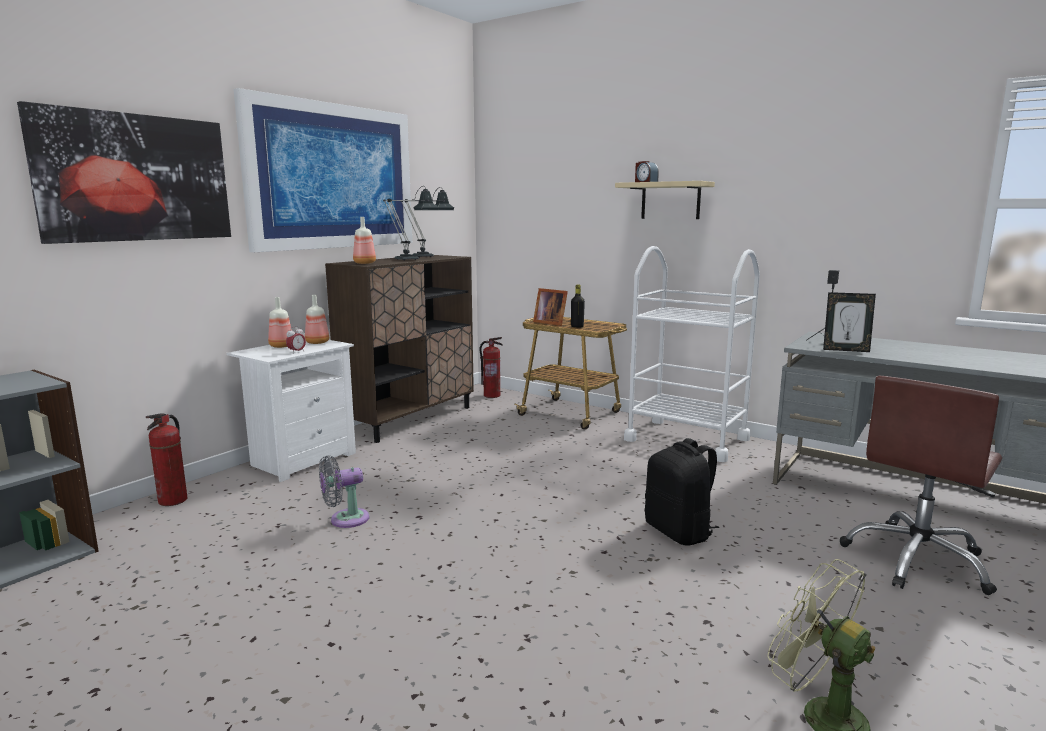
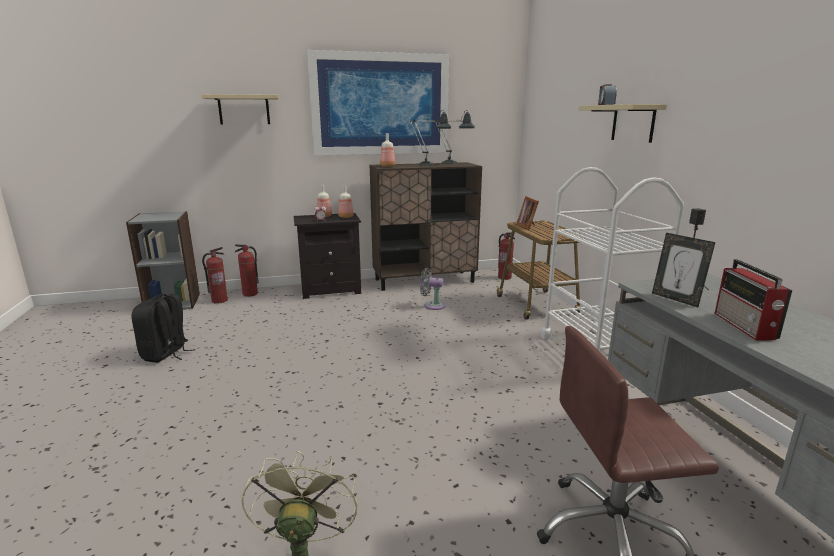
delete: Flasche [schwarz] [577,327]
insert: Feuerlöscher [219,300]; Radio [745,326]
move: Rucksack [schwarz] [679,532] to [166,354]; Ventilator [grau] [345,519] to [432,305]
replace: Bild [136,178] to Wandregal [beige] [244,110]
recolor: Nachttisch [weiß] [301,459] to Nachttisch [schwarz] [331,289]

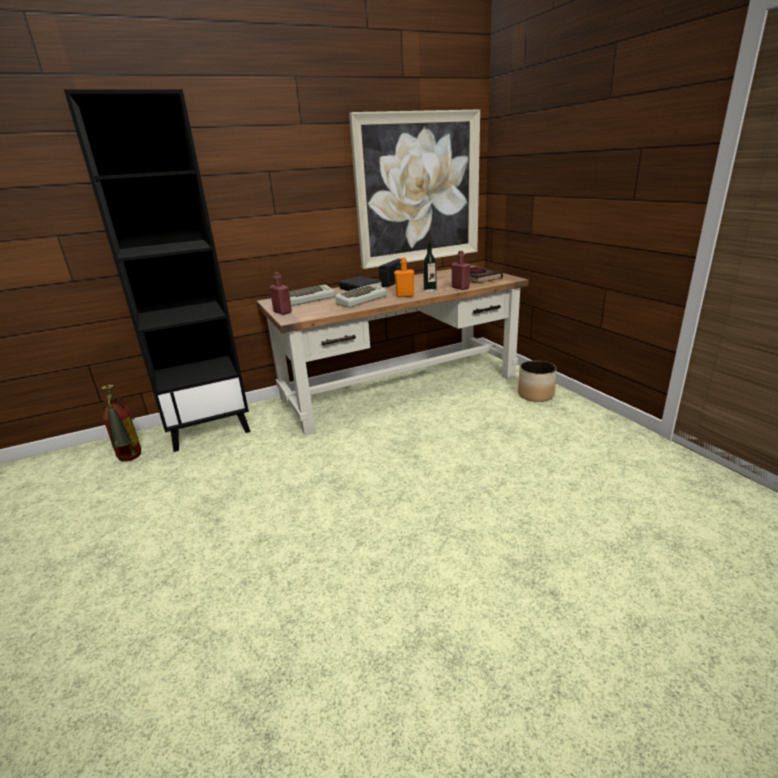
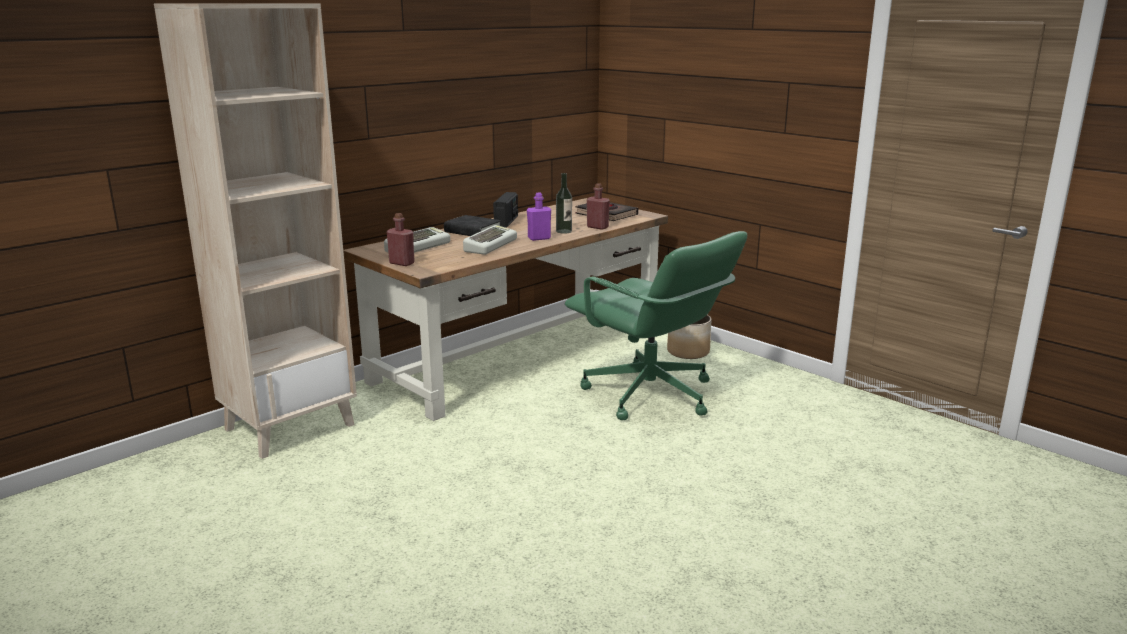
delete: Bild [418,189]; Feuerlöscher [130,461]
insert: Bürostuhl [grün] [650,395]
recolor: Bücherregal [schwarz] [210,428] to Bücherregal [beige] [290,426]; Flasche [orange] [405,296] to Flasche [lila] [539,238]

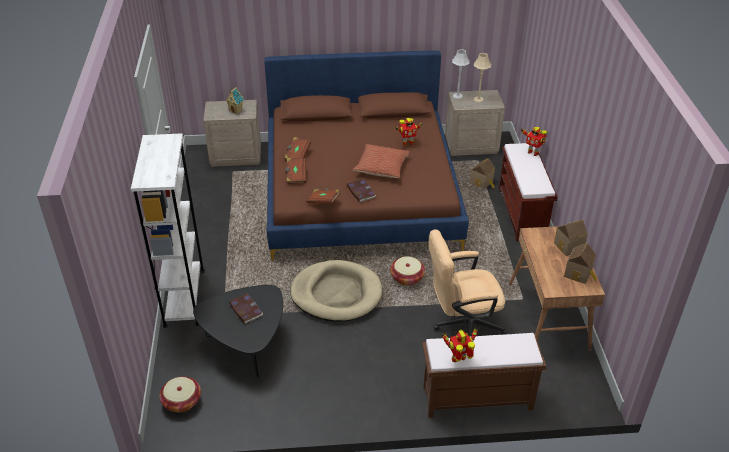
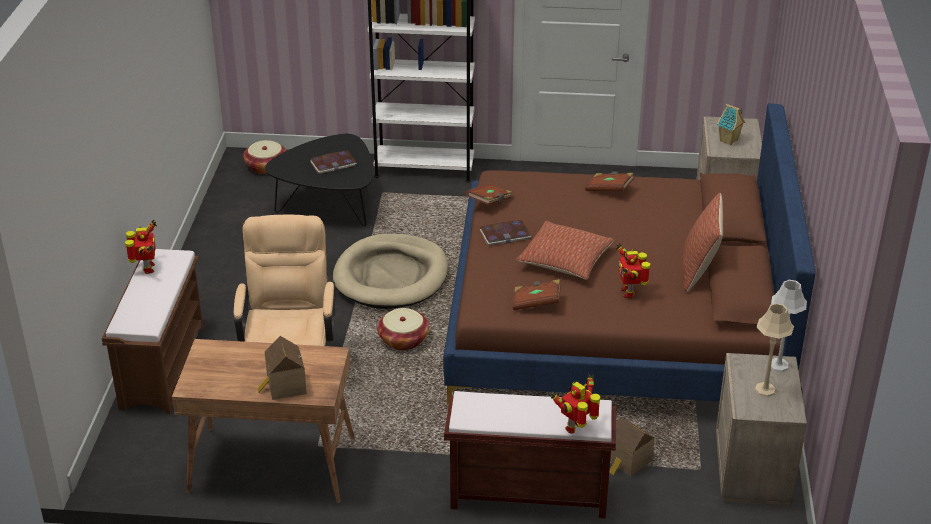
delete: Spielzeughaus [579,274]
insert: Kissen [699,271]
move: Buch [braun] [296,175] to [536,303]

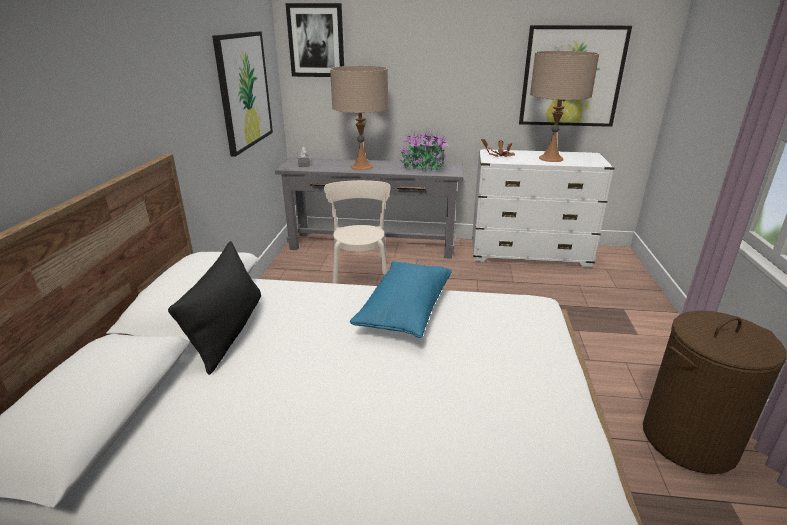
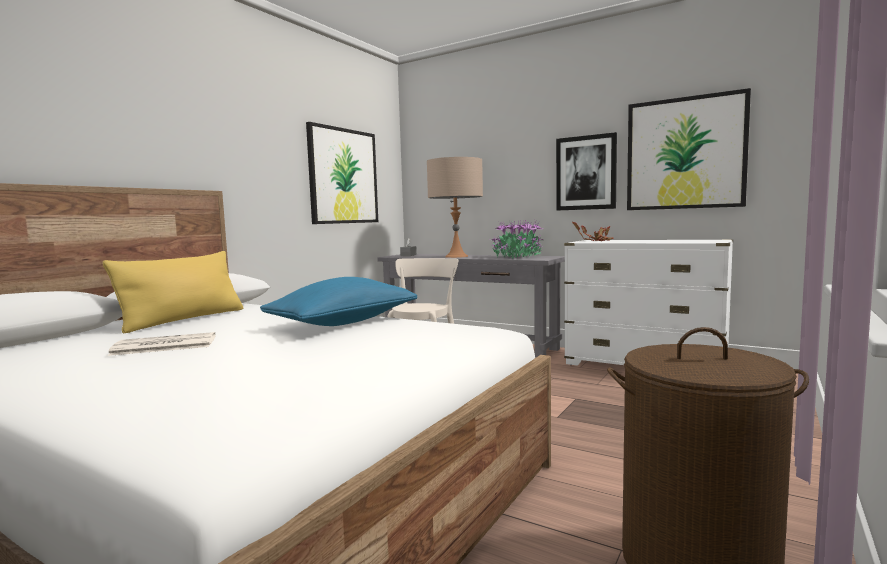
delete: Tischlampe [beige] [551,158]
insert: Zeitung [163,346]
move: Bild [316,41] to [586,173]
recolor: Kissen [schwarz] [228,330] to Kissen [gelb] [184,320]

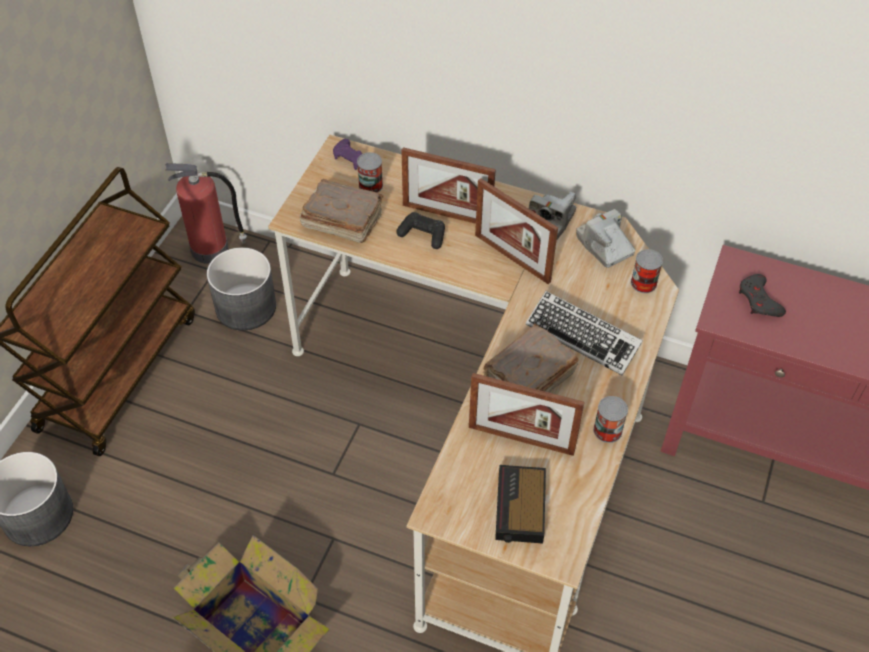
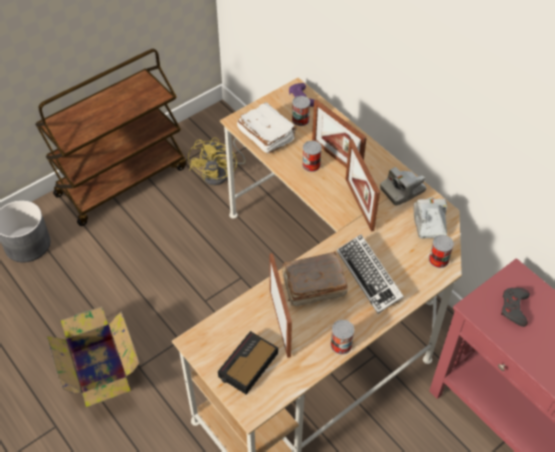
delete: Feuerlöscher [212,249]
replace: Gamepad [schwarz] [423,235] to Dose [311,165]; Pflanzkübel [grau] [246,306] to Ventilator [gelb] [220,173]
recolor: Buch [braun] [341,221] to Buch [weiß] [266,135]
rotate: Bilderrahmen [521,439] = [280,323] 150 degrees counterclockwise

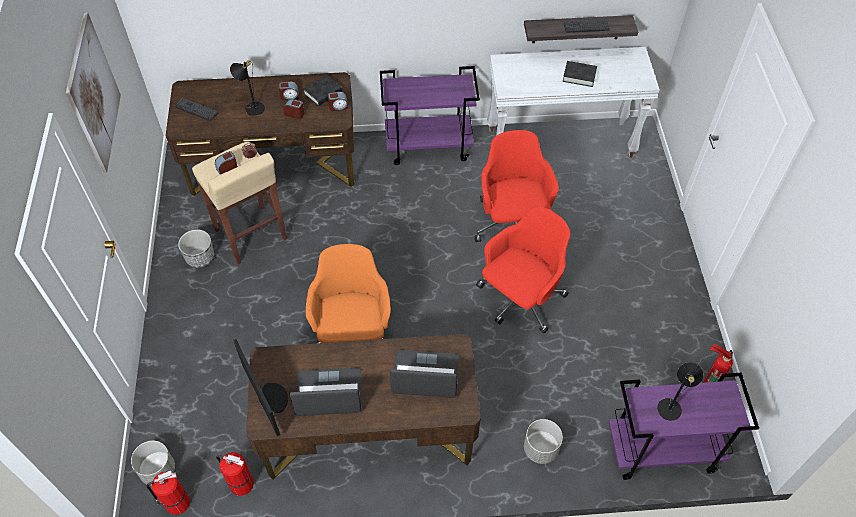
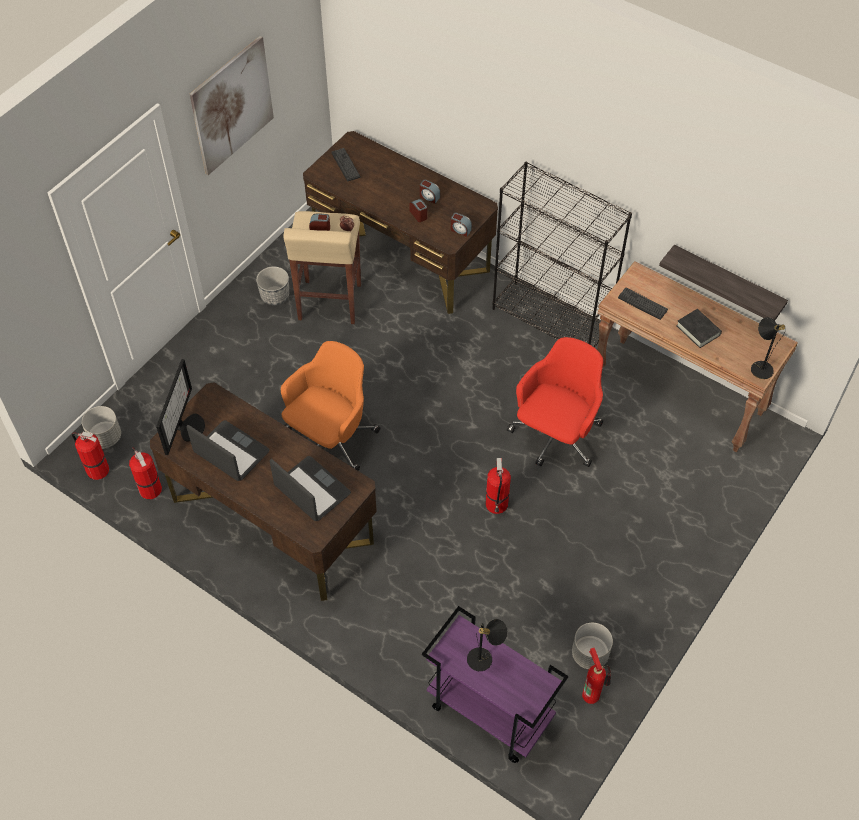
delete: Buch [schwarz] [323,93]
move: Tastatur [586,27] to [642,304]; Tischlampe [schwarz] [252,107] to [760,366]; Pflanzkübel [grau] [540,449] to [589,654]
replace: Rollwagen [lila] [429,146] to Bücherregal [schwarz] [551,320]; Bürostuhl [rot] [520,299] to Feuerlöscher [496,505]
recolor: Konsolentisch [weiß] [560,143] to Konsolentisch [braun] [678,393]

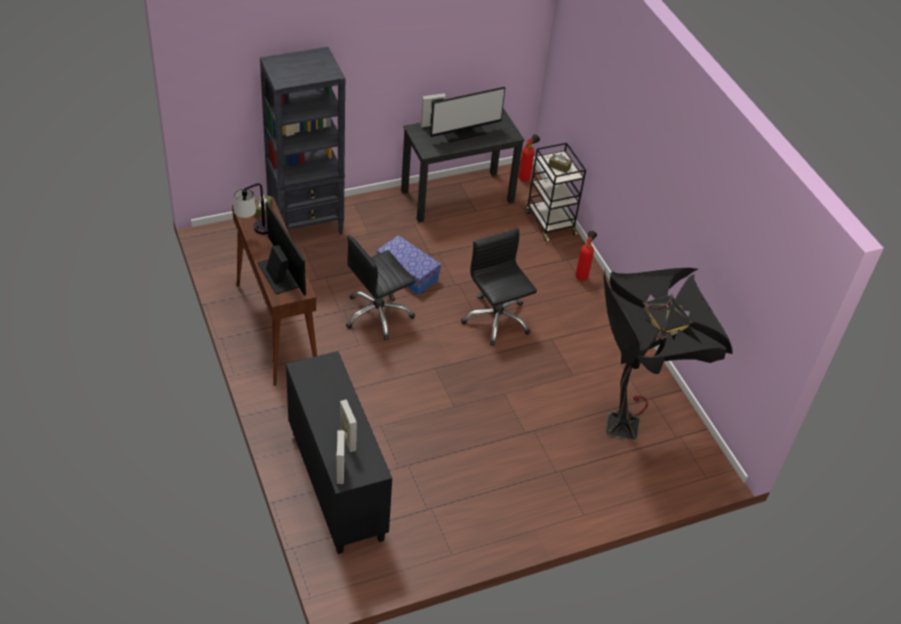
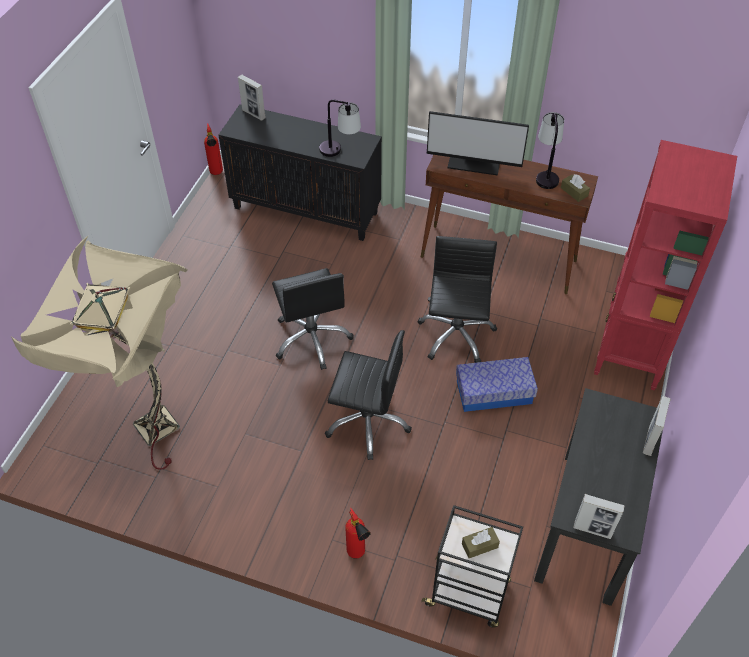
delete: Monitor [463,131]
insert: Tischlampe [340,152]; Bürostuhl [schwarz] [312,338]
move: Feuerlöscher [525,177] to [216,174]; Bilderrahmen [347,440] to [592,530]
recolor: Bücherregal [schwarz] [306,225] to Bücherregal [rot] [629,353]; Stehlampe [schwarz] [632,429] to Stehlampe [beige] [145,431]

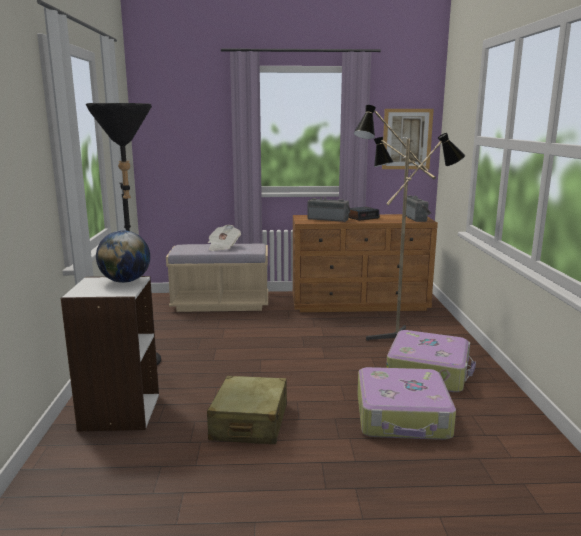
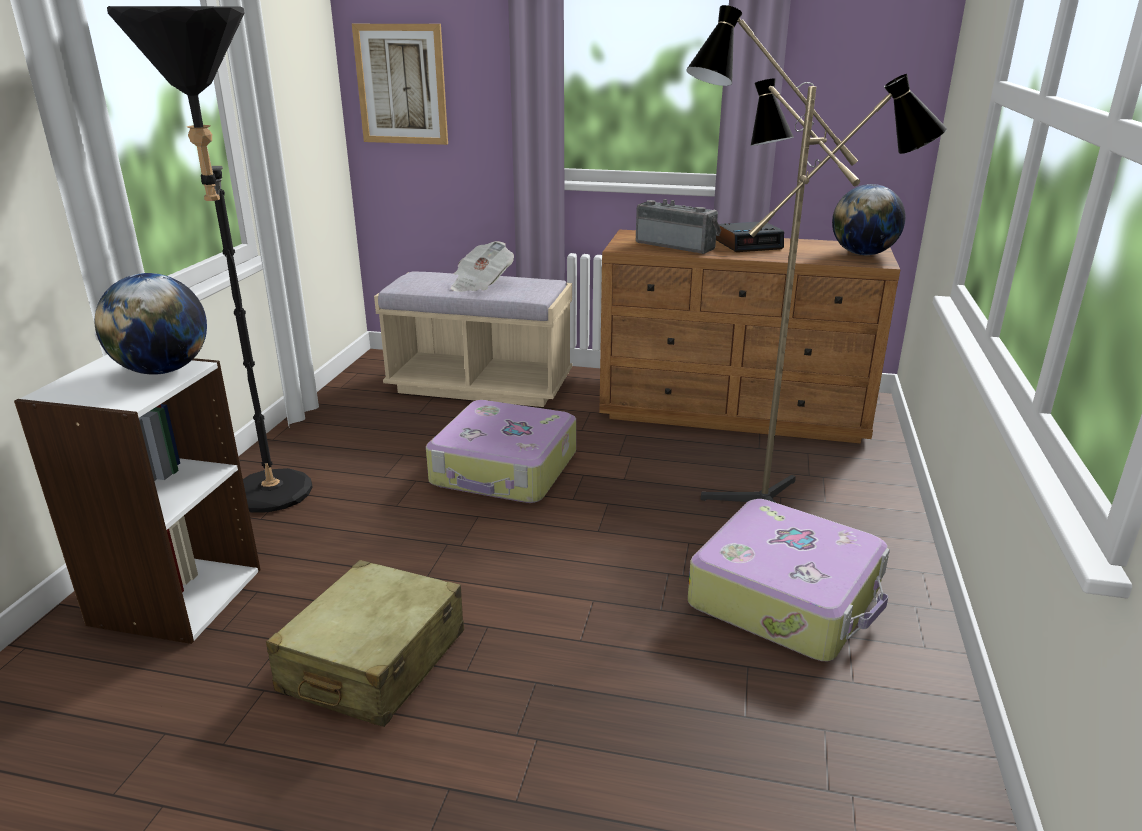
move: Bild [407,139] to [401,84]; Koffer [403,416] to [505,469]
replace: Radio [416,218] to Globus [863,254]

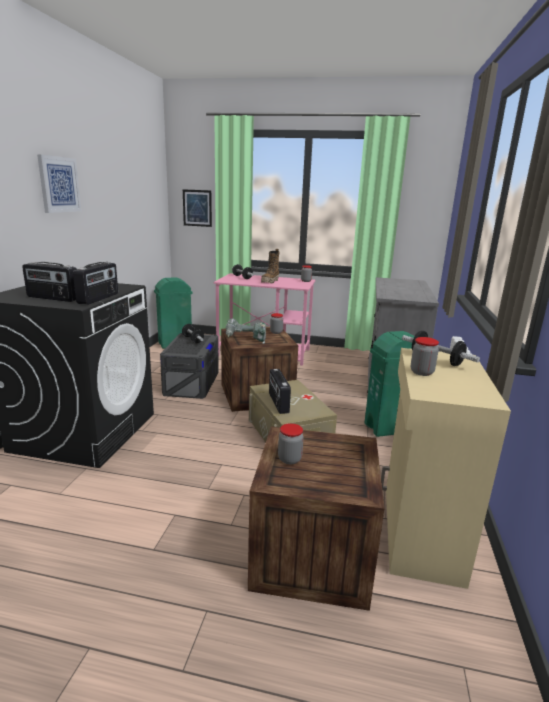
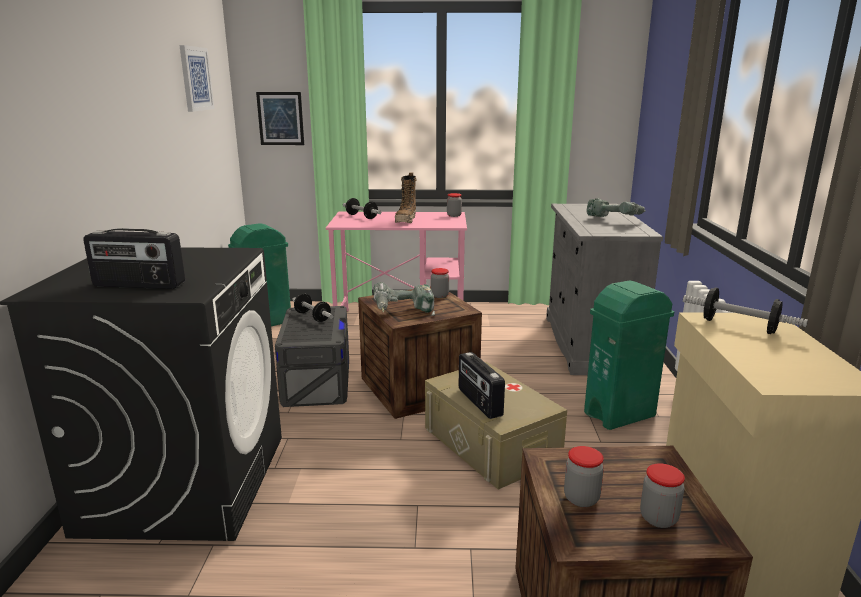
delete: Radio [99,298]
insert: Bohrmaschine [615,220]
move: Bild [59,184] to [195,79]; Vorratsglas [421,372] to [658,518]

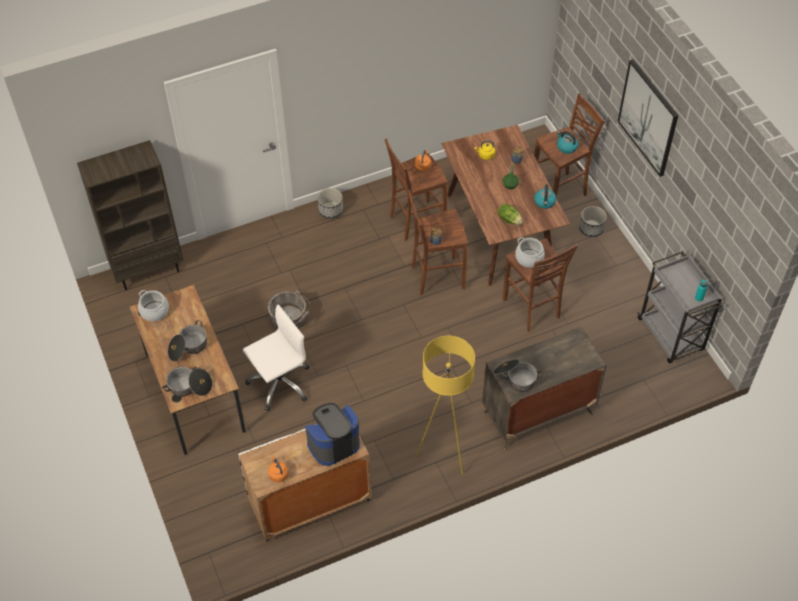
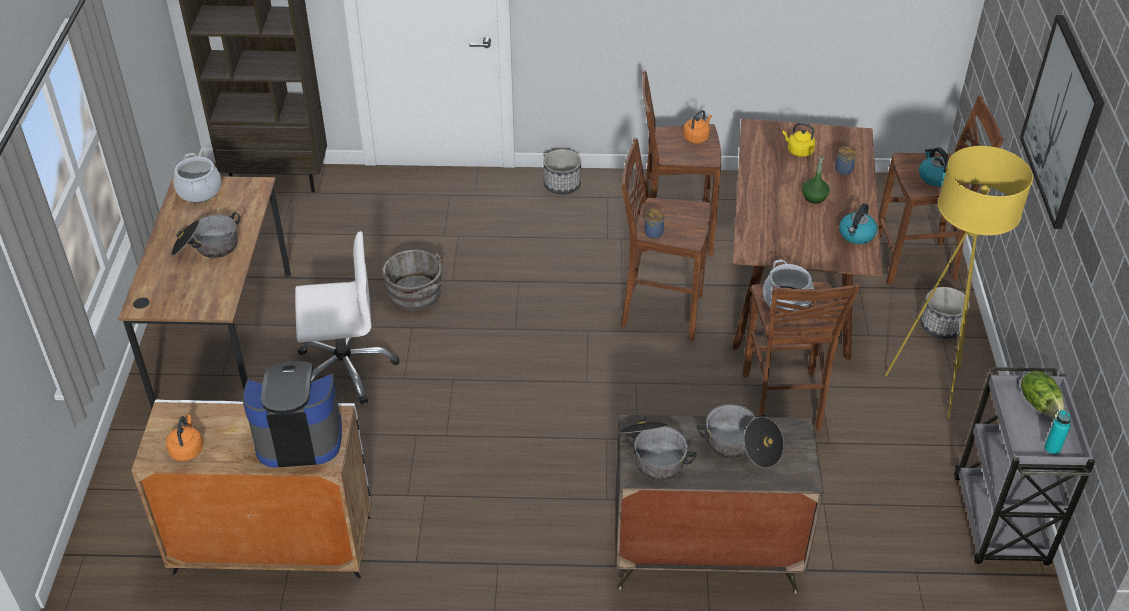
move: Salatkopf [509,219] to [1040,404]; Stehlampe [gelb] [444,454] to [929,385]; Kochtopf [189,387] to [741,446]

